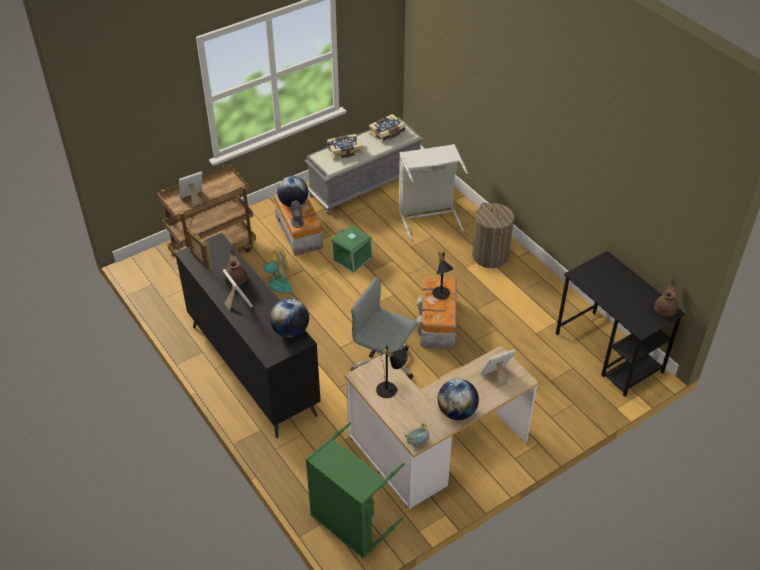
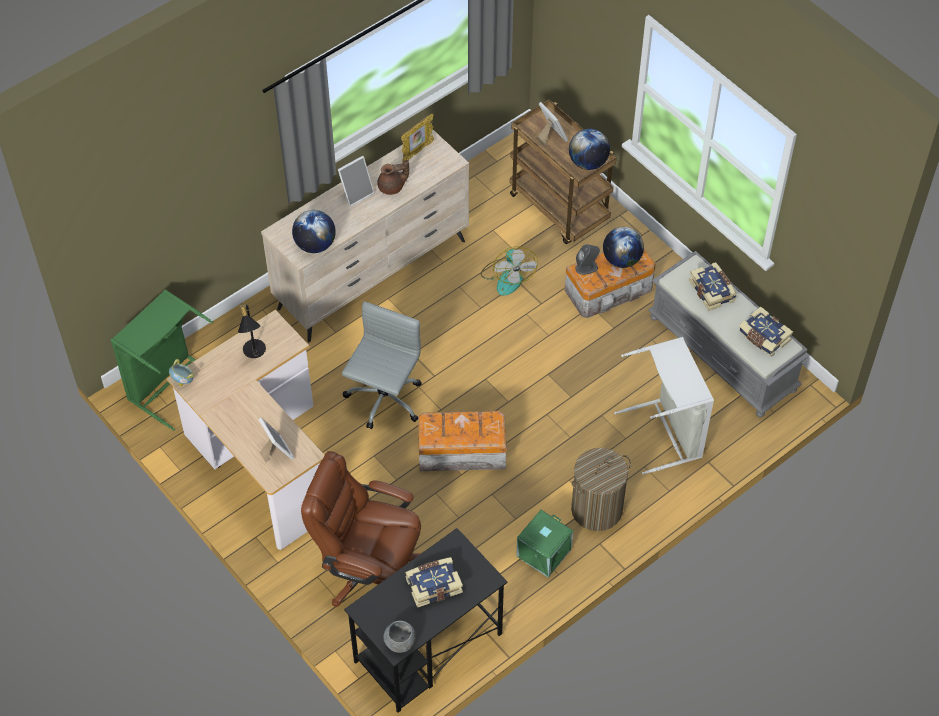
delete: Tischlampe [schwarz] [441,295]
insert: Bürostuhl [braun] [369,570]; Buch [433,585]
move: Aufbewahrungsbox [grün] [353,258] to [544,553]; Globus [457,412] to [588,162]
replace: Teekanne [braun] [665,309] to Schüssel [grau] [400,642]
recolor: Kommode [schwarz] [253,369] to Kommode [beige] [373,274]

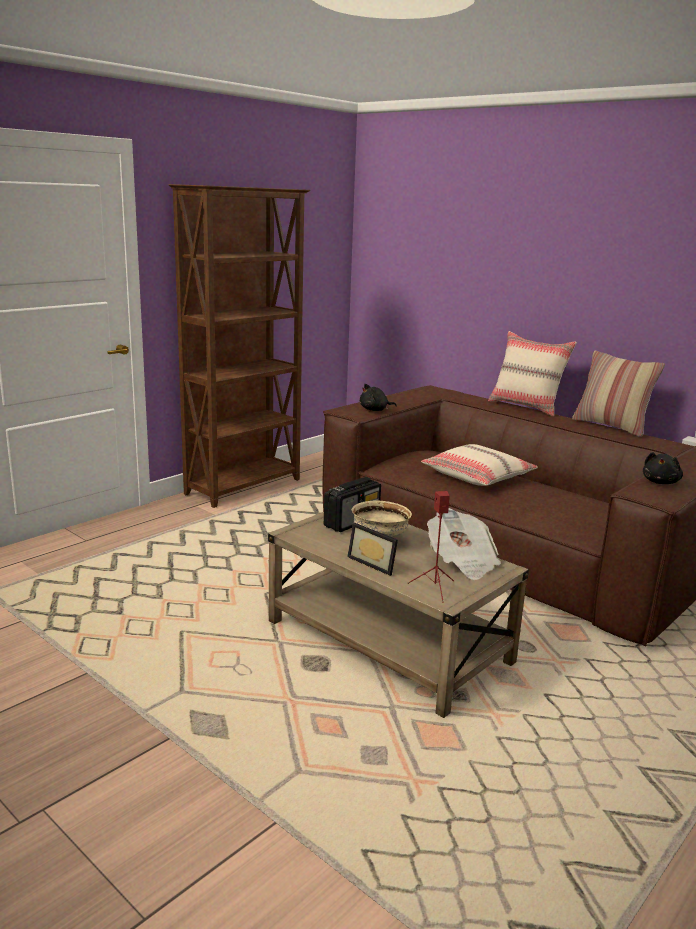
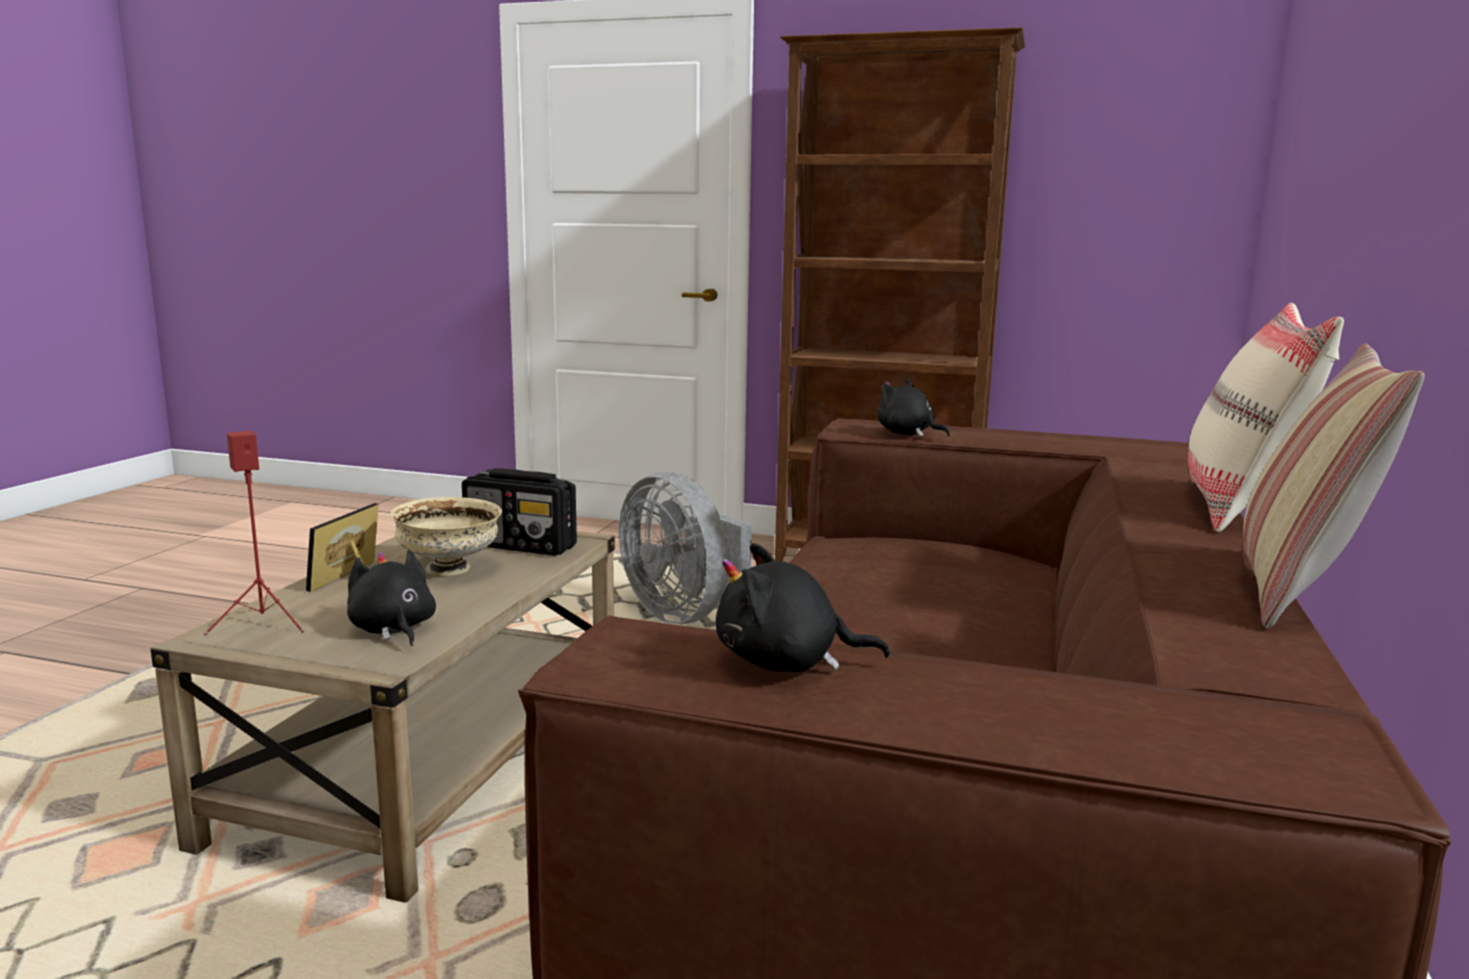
delete: Kissen [beige] [478,476]
insert: Ventilator [grau] [684,614]
replace: Zeitung [462,562] to Plüschtier [schwarz] [393,630]

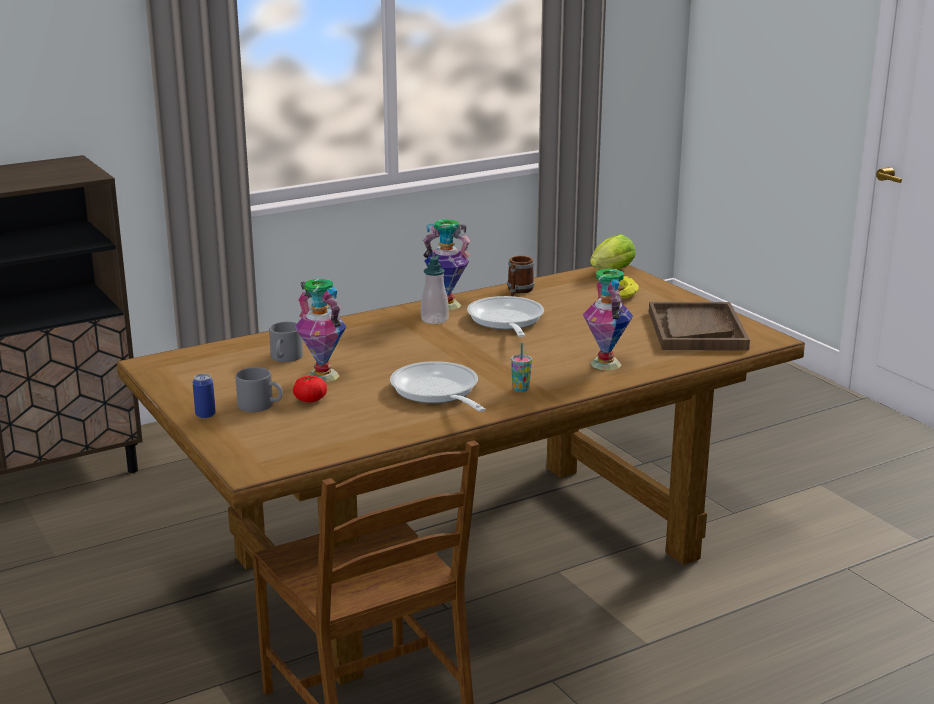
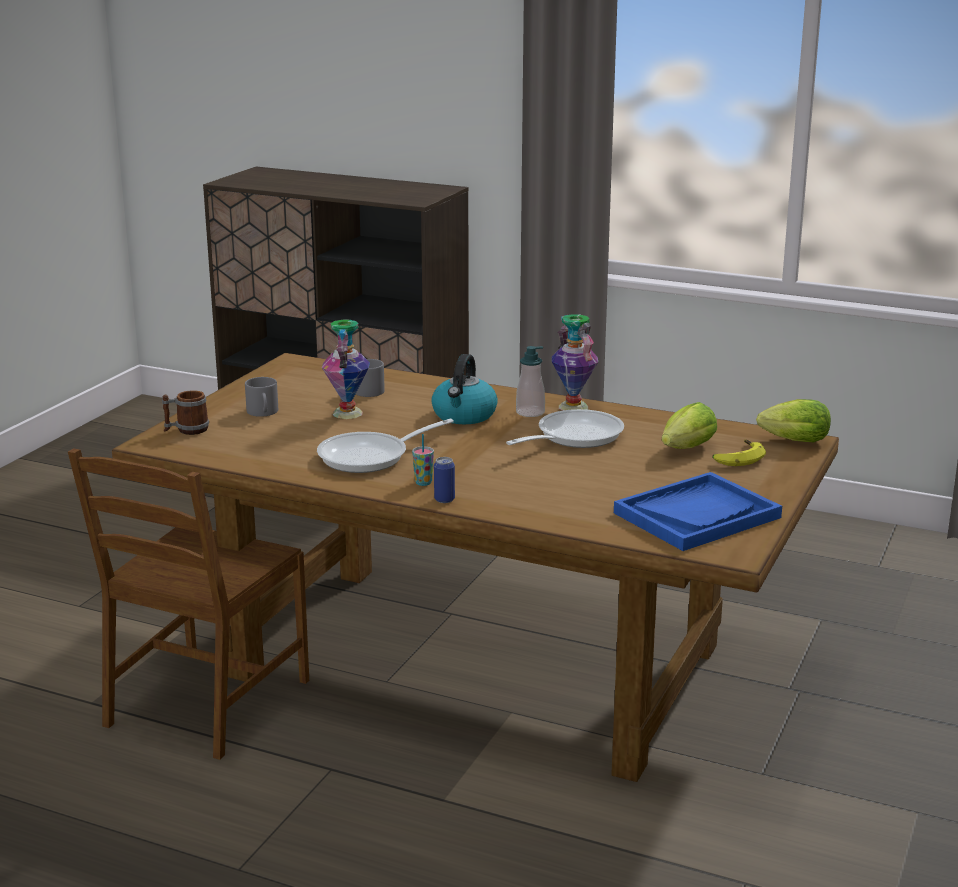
delete: Vase [606,364]; Tomate [310,400]
insert: Wasserkessel [464,415]; Salatkopf [685,450]
move: Henkelbecher [518,291] to [186,430]; Dose [205,415] to [444,499]
recolor: Tablett [braun] [696,330] to Tablett [blau] [697,515]
rotate: Pfanne [437,392] = [371,457] 150 degrees counterclockwise

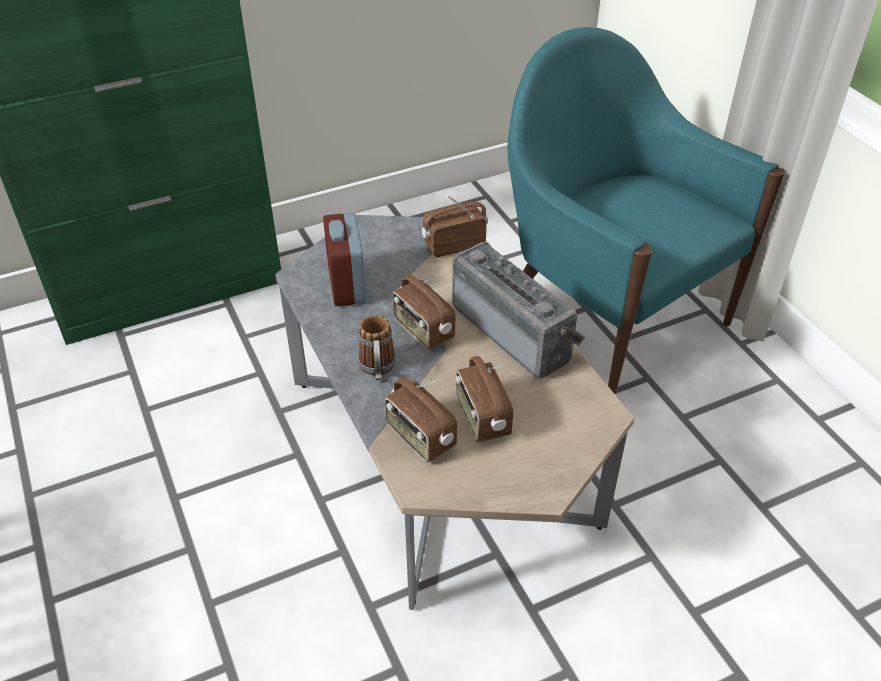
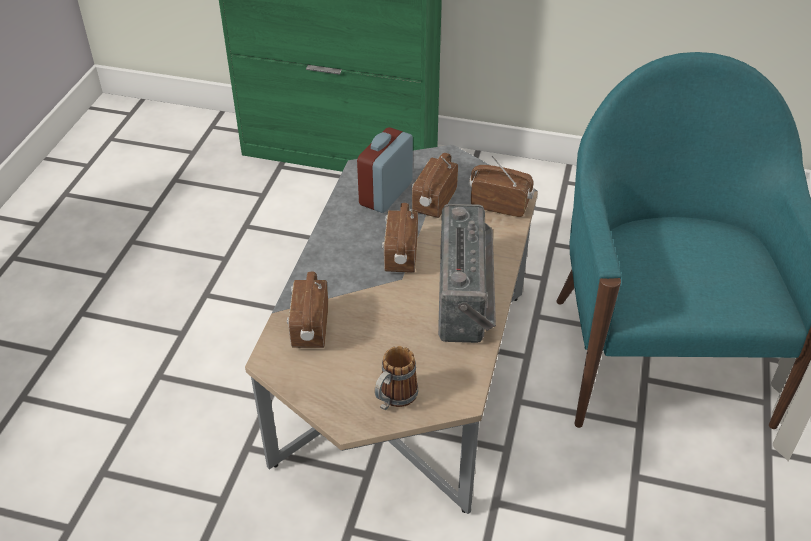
move: Henkelbecher [377,369] to [393,399]; Radio [481,418] to [433,202]

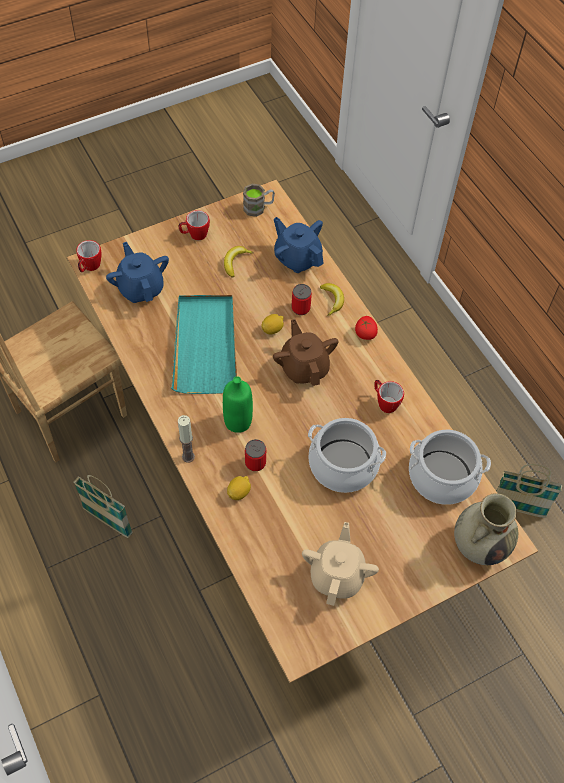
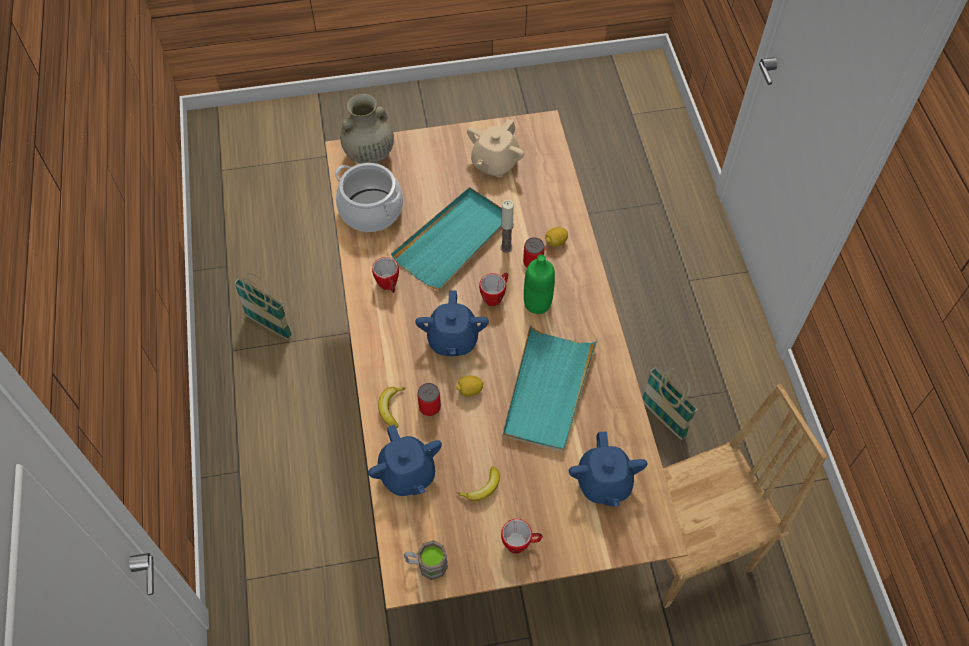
delete: Tomate [365,333]
move: Henkelbecher [89,267] to [495,295]; Kerze [188,456] to [506,247]
replace: Kochtopf [343,465] to Tablett [türkis] [454,241]
recolor: Teekanne [braun] [304,367] to Teekanne [blau] [452,340]

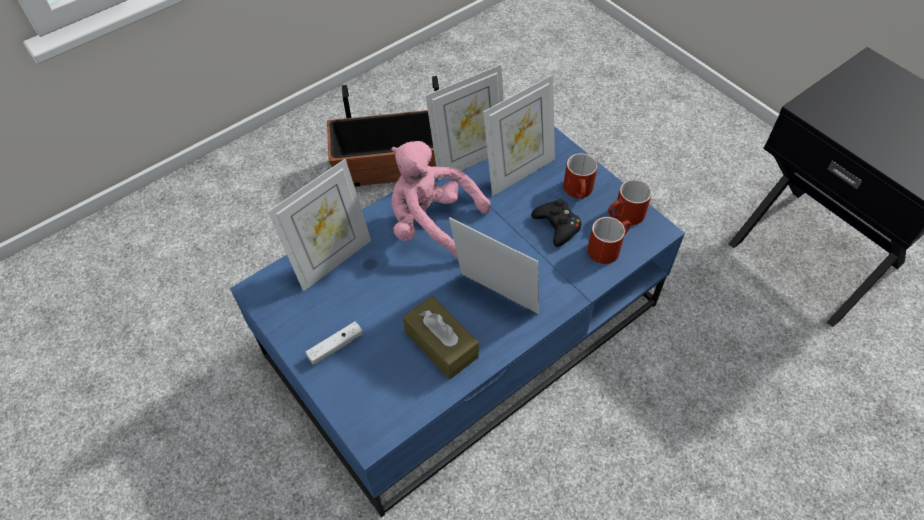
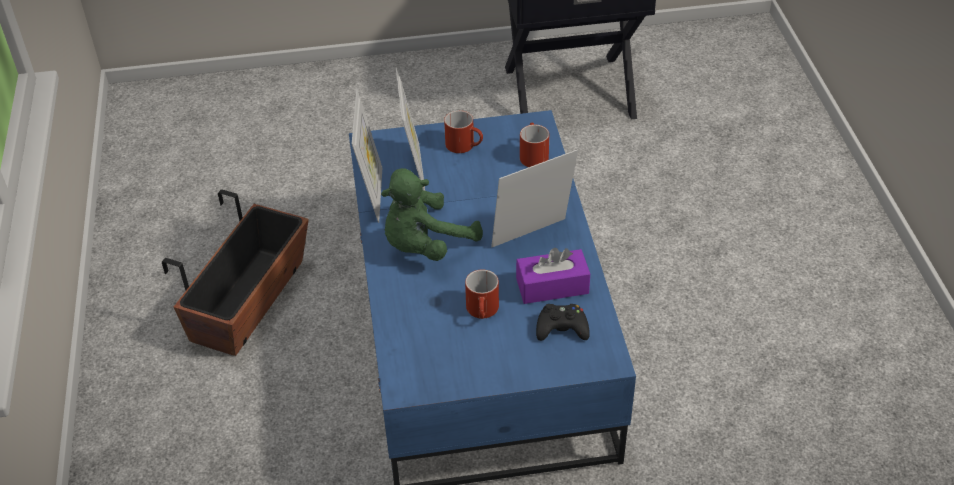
delete: Bilderrahmen [332,260]; Gamepad [weiß] [335,346]
move: Henkelbecher [rot] [625,216] to [483,311]; Gamepad [schwarz] [557,226] to [562,328]
recolor: Plüschtier [rosa] [432,225] to Plüschtier [grün] [425,245]; Taschentuchbox [braun] [441,344] to Taschentuchbox [lila] [552,286]

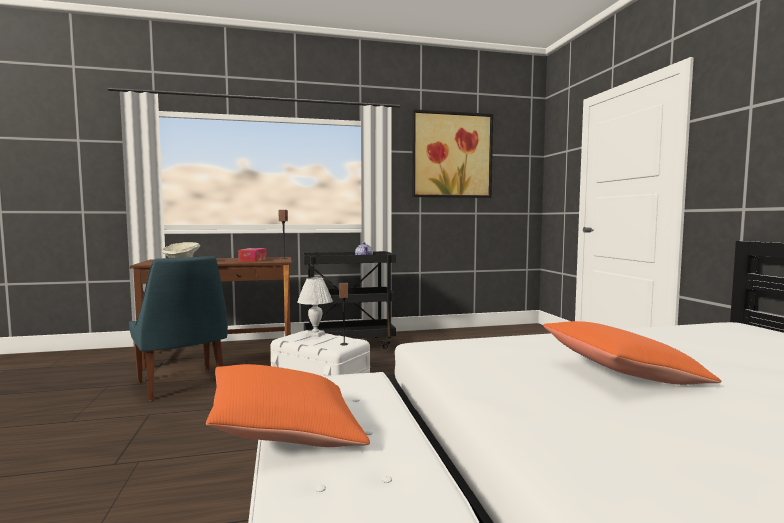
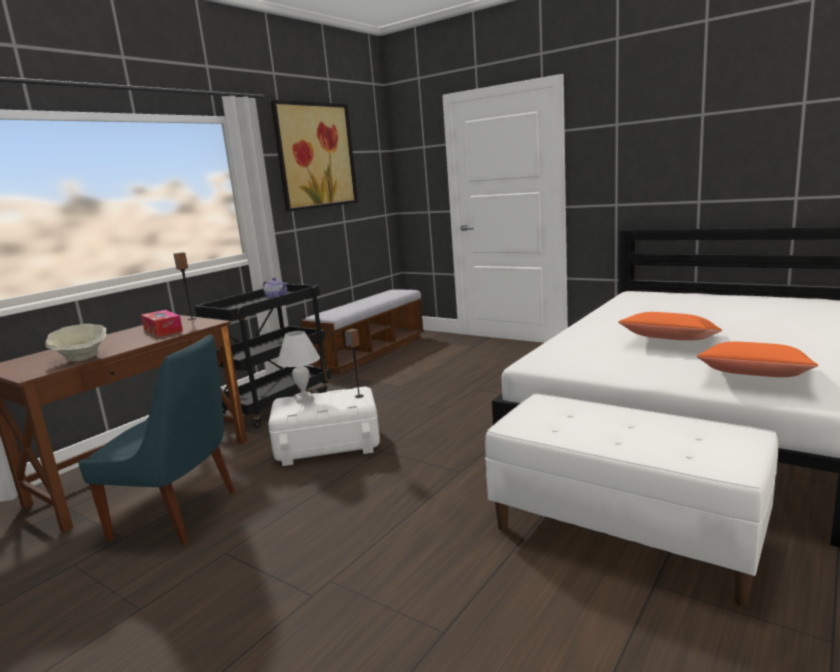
insert: Bank [370,352]
move: Kissen [orange] [285,431] to [754,378]

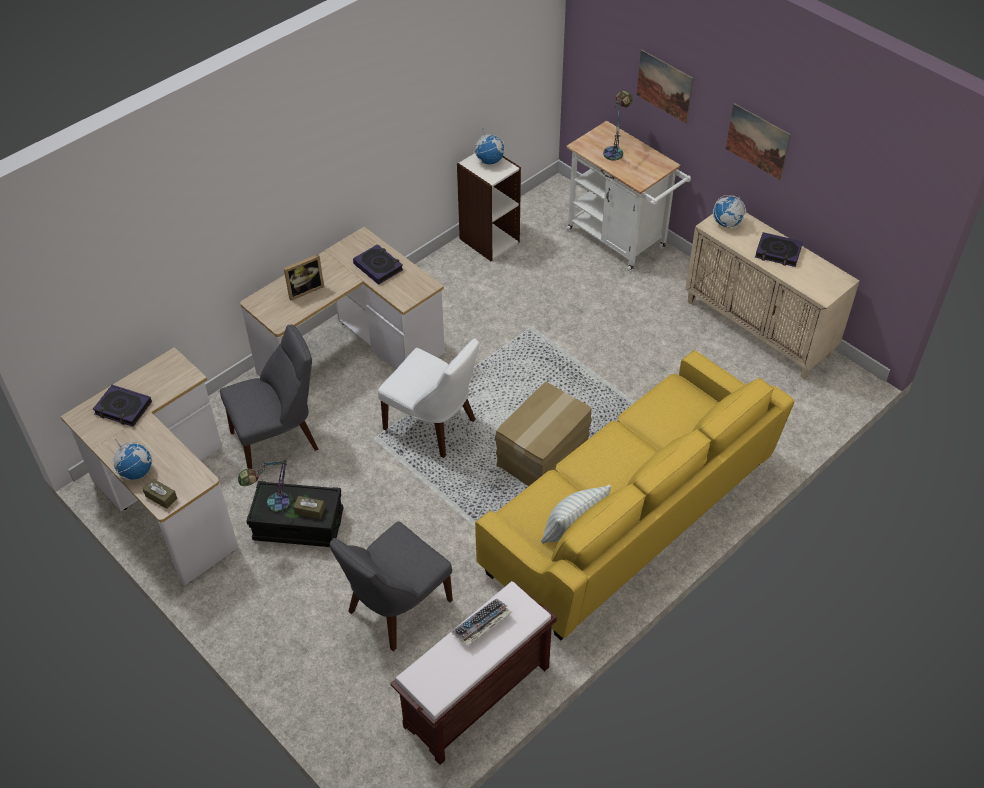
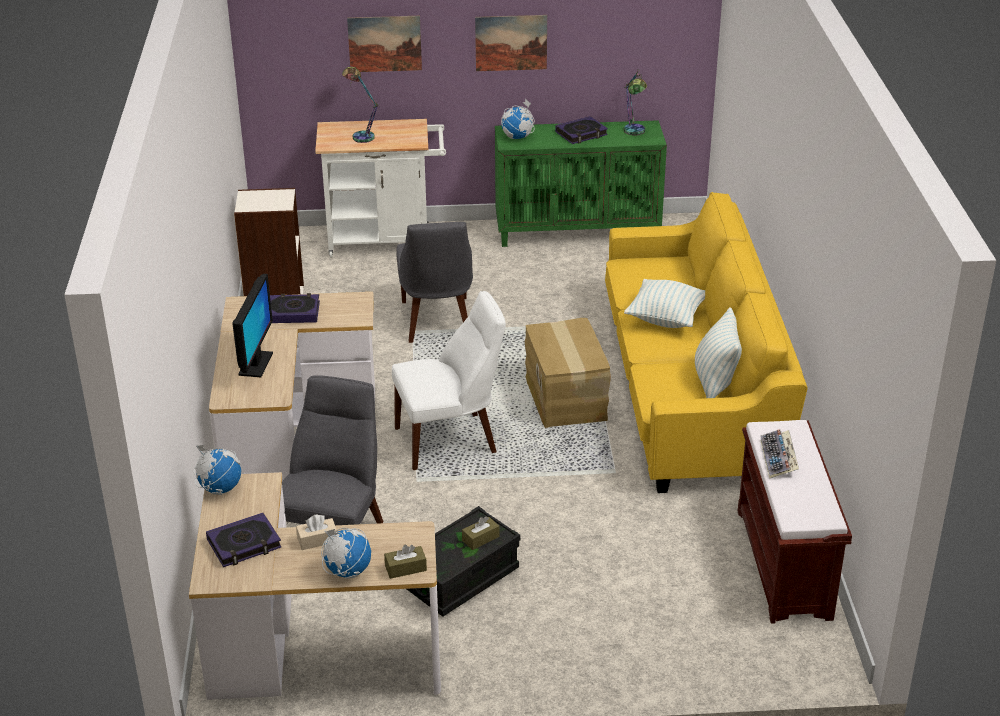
insert: Kissen [666,318]; Taschentuchbox [beige] [317,540]
move: Globus [489,160] to [220,488]; Tischlampe [272,506] to [633,133]; Stuhl [grau] [396,608] to [437,322]
replace: Bilderrahmen [304,289] to Monitor [255,364]
recolor: Schrank [beige] [759,328] to Schrank [grün] [578,231]

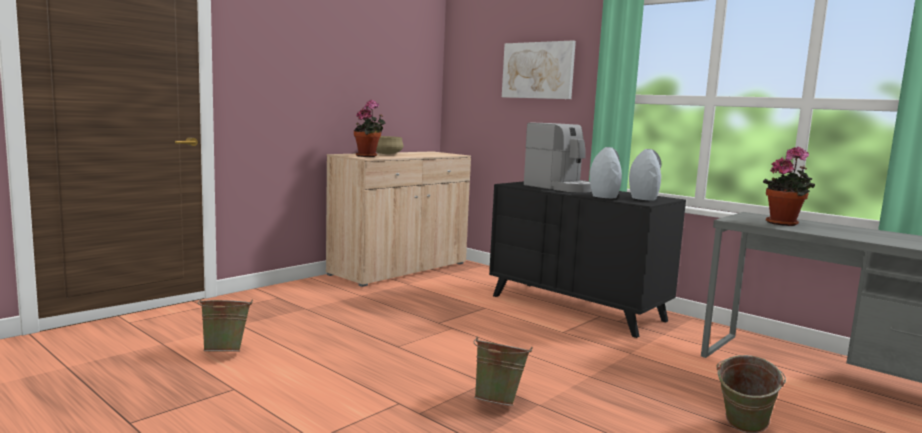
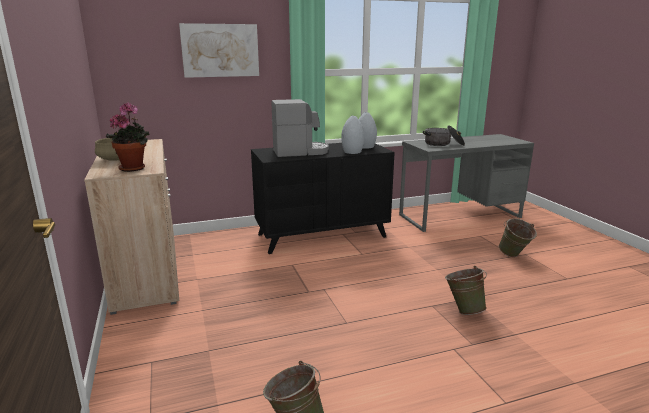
replace: Topfpflanze [784,223] to Kochtopf [443,144]

